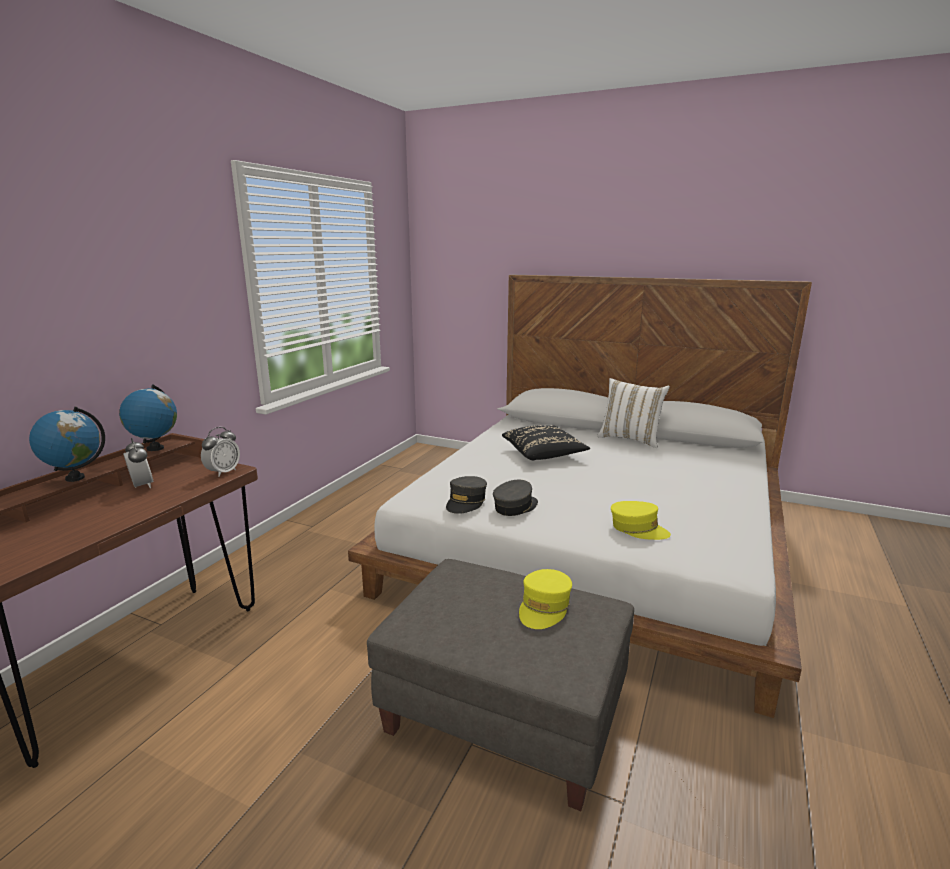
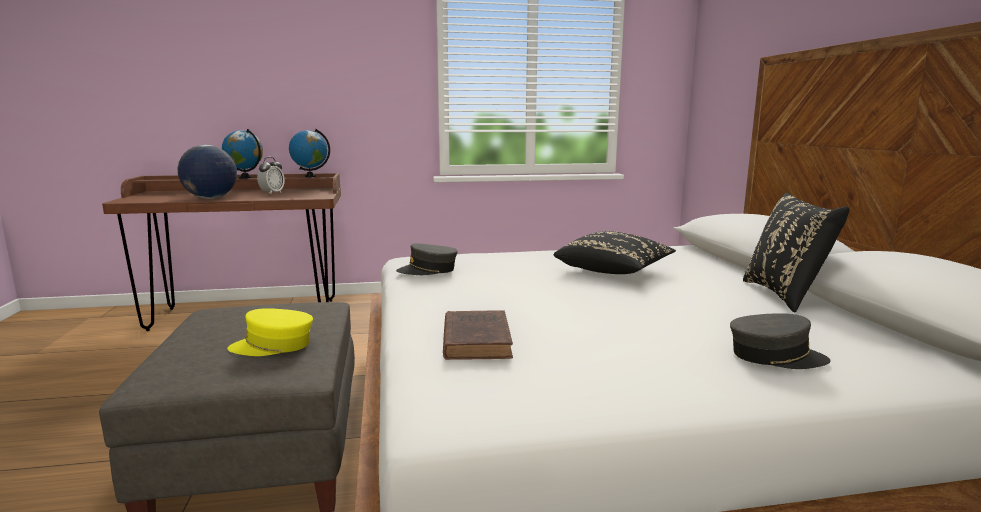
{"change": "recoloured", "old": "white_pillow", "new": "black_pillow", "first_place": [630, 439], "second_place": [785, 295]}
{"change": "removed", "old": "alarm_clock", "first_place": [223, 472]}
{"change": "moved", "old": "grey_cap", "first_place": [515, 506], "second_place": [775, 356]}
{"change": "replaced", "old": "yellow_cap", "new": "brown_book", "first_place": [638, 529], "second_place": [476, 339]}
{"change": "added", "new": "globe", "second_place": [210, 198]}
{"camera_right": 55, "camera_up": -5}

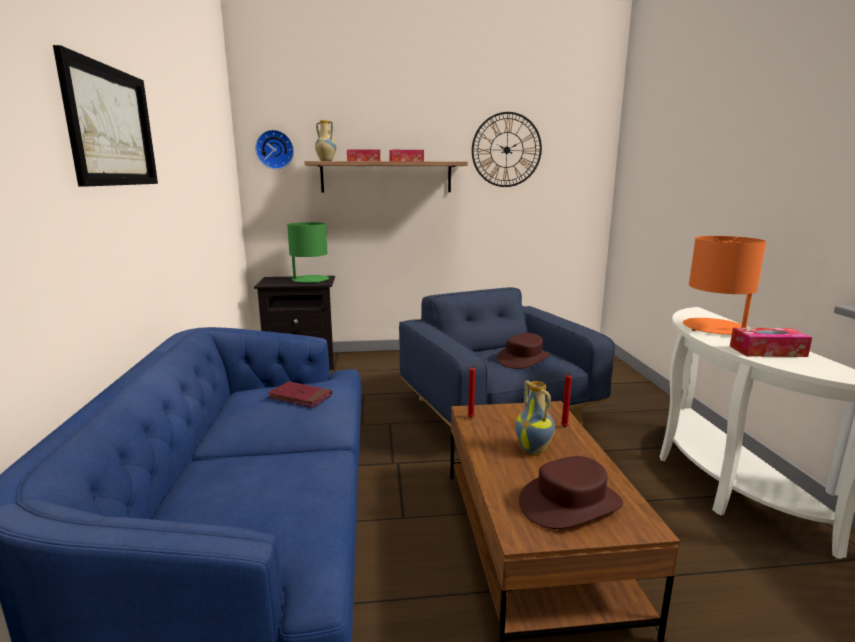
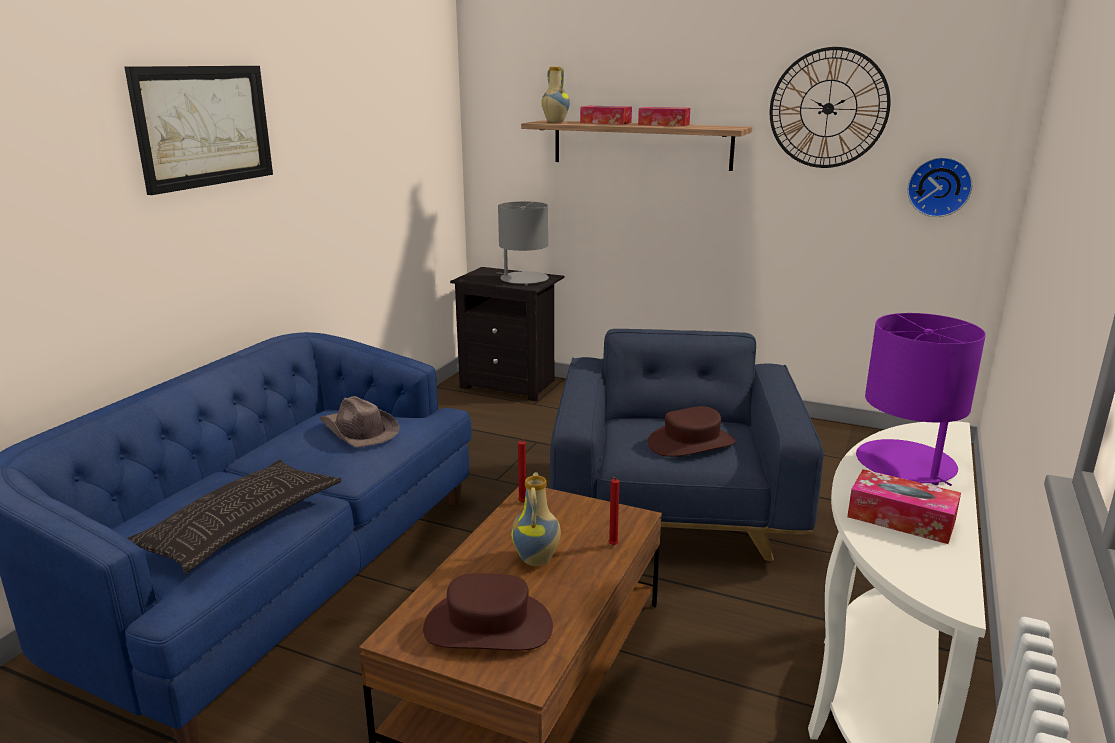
{"change": "moved", "old": "wall_clock", "first_place": [275, 149], "second_place": [939, 186]}
{"change": "recoloured", "old": "green_table_lamp", "new": "grey_table_lamp", "first_place": [310, 280], "second_place": [523, 279]}
{"change": "recoloured", "old": "orange_table_lamp", "new": "purple_table_lamp", "first_place": [715, 328], "second_place": [906, 464]}
{"change": "replaced", "old": "red_book", "new": "brown_hat", "first_place": [300, 397], "second_place": [358, 431]}
{"change": "added", "new": "pillow", "second_place": [241, 524]}
{"camera_right": 30, "camera_up": 5}

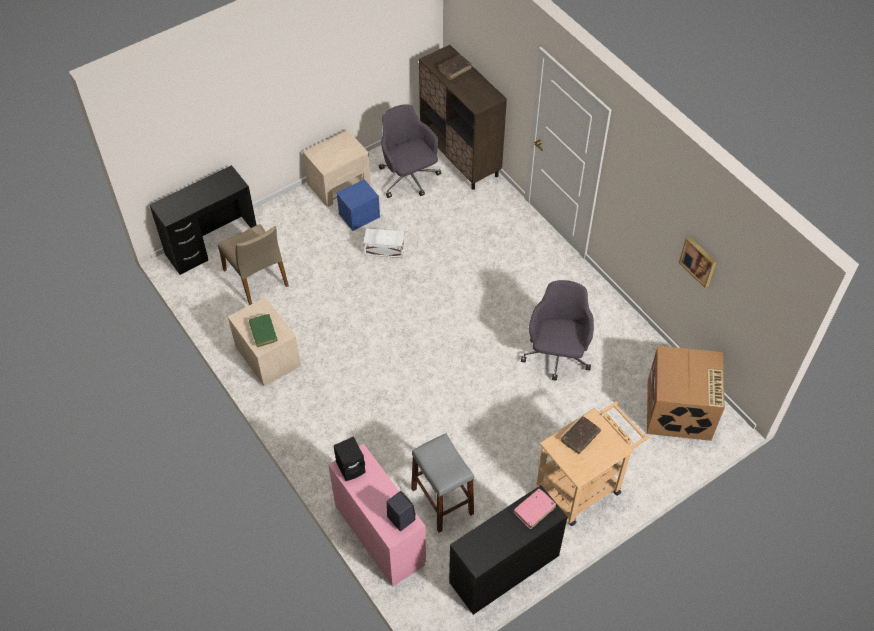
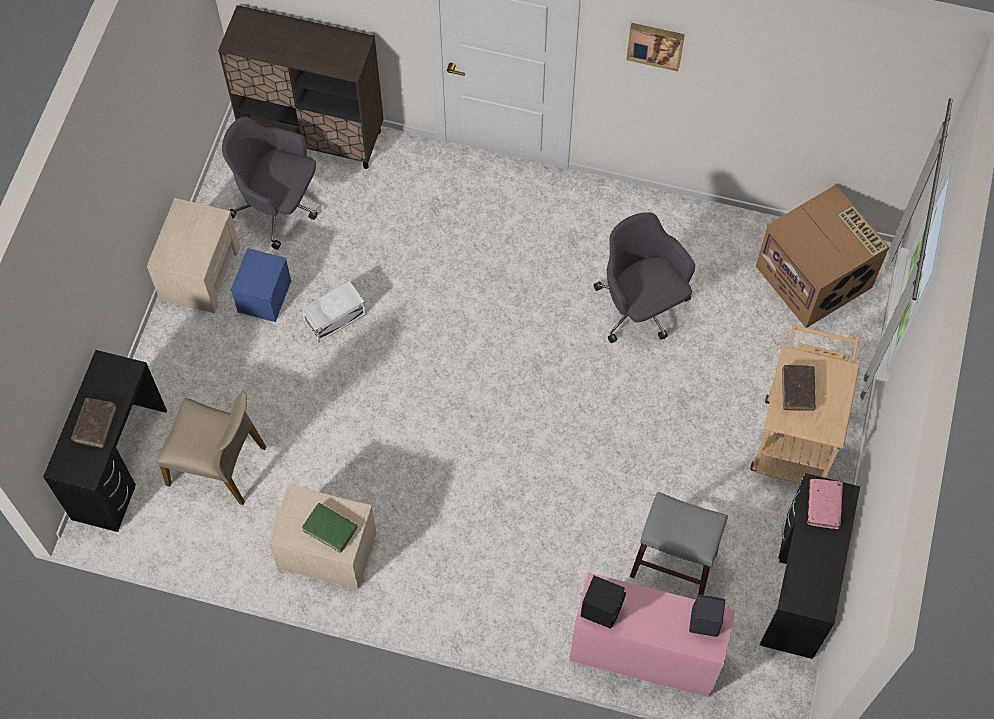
{"change": "moved", "old": "brown_book", "first_place": [454, 69], "second_place": [95, 424]}
{"change": "moved", "old": "picture", "first_place": [699, 261], "second_place": [655, 44]}
{"camera_right": -40, "camera_up": 10}

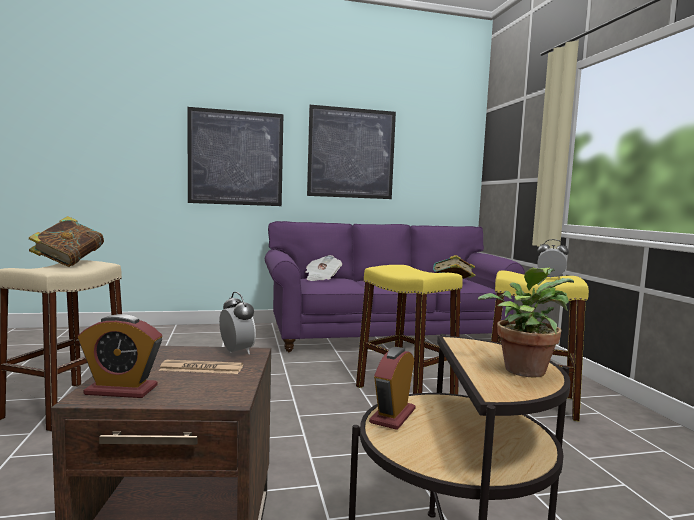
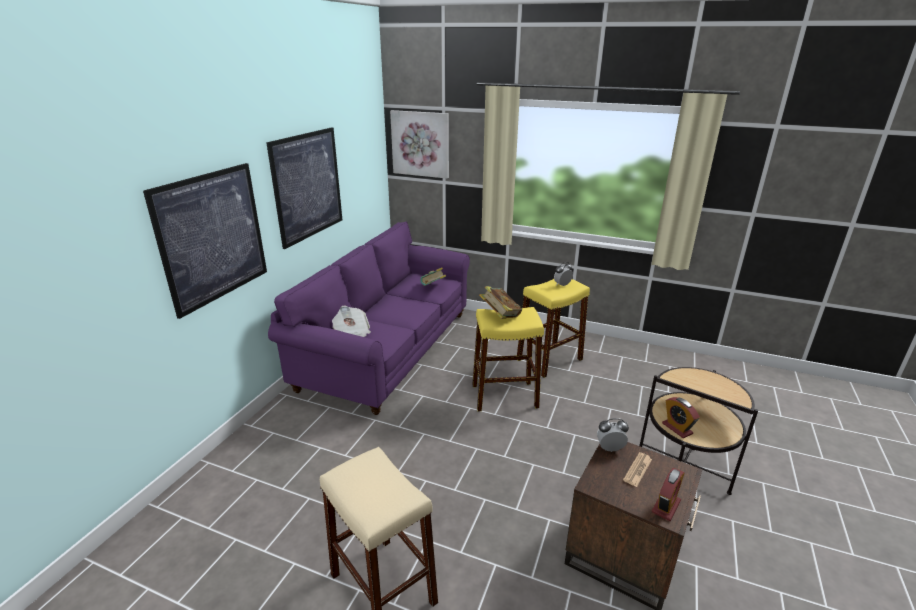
{"change": "moved", "old": "book", "first_place": [69, 263], "second_place": [500, 316]}
{"change": "removed", "old": "potted_plant", "first_place": [524, 368]}
{"change": "added", "new": "picture", "second_place": [420, 144]}
{"camera_right": -55, "camera_up": 20}

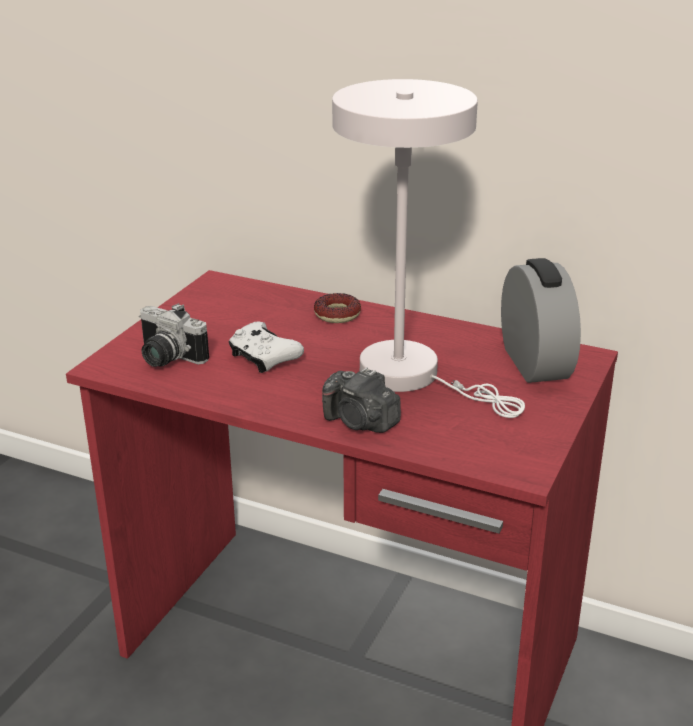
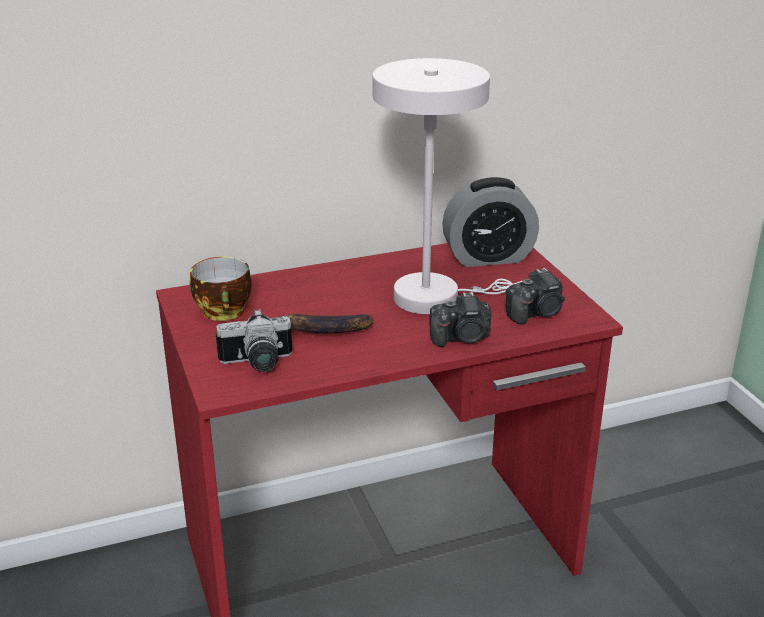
{"change": "turned", "old": "alarm_clock", "first_place": [534, 363], "second_place": [488, 257], "degrees": 135}
{"change": "removed", "old": "donut", "first_place": [337, 314]}
{"change": "replaced", "old": "white_game_controller", "new": "banana", "first_place": [263, 358], "second_place": [325, 330]}
{"change": "added", "new": "cup", "second_place": [225, 312]}
{"change": "added", "new": "photo_camera", "second_place": [536, 313]}
{"camera_right": -45, "camera_up": 0}

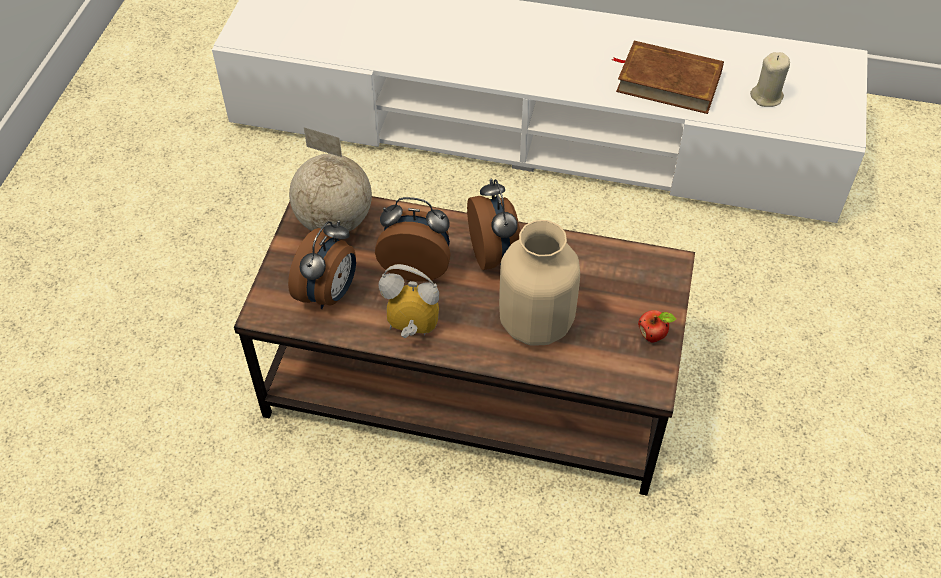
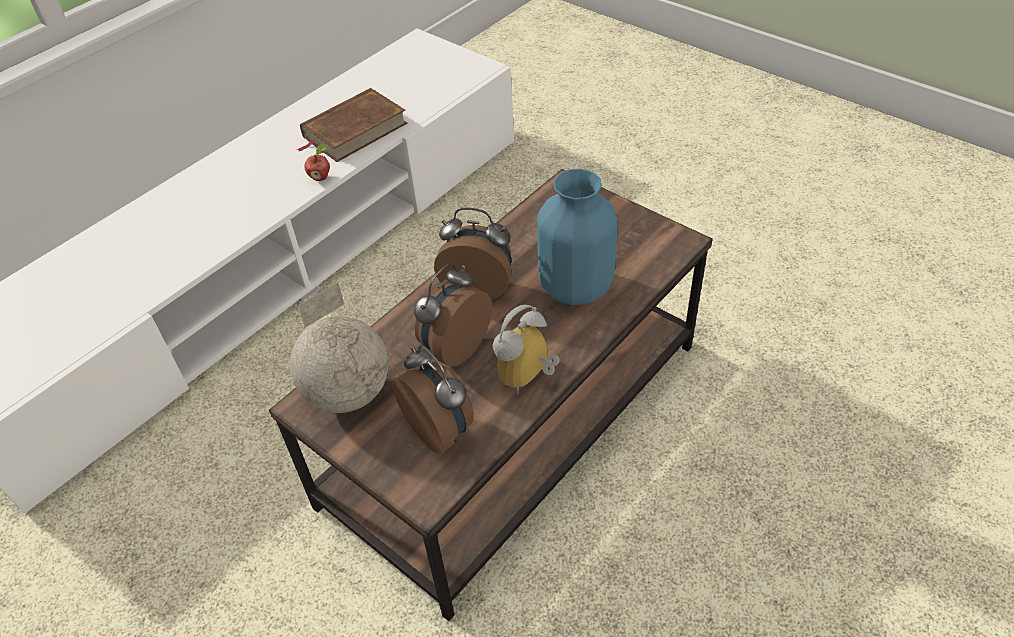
{"change": "removed", "old": "beige_candle", "first_place": [767, 97]}
{"change": "recoloured", "old": "beige_vase", "new": "blue_vase", "first_place": [535, 322], "second_place": [574, 287]}
{"change": "moved", "old": "apple", "first_place": [653, 336], "second_place": [321, 177]}
{"camera_right": -60, "camera_up": -5}

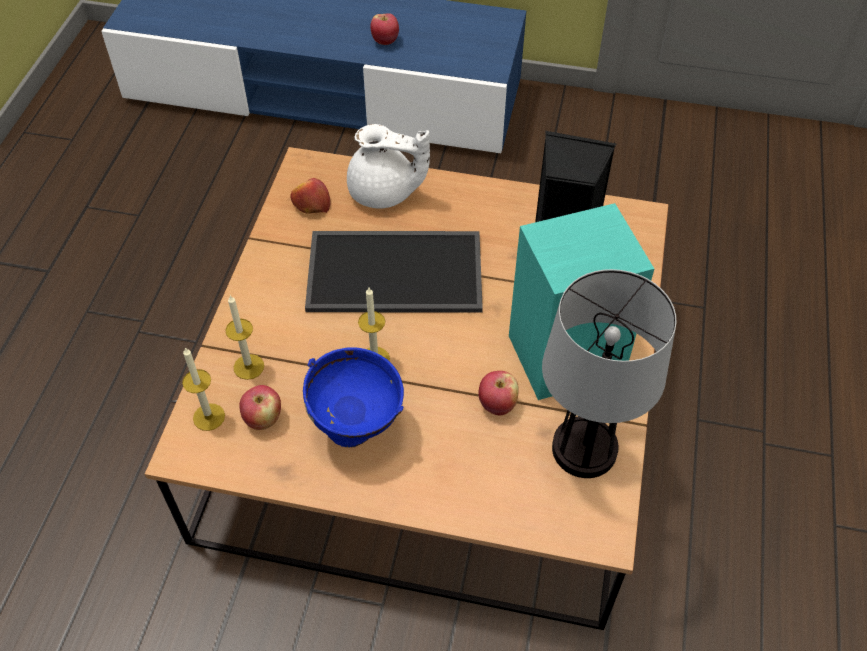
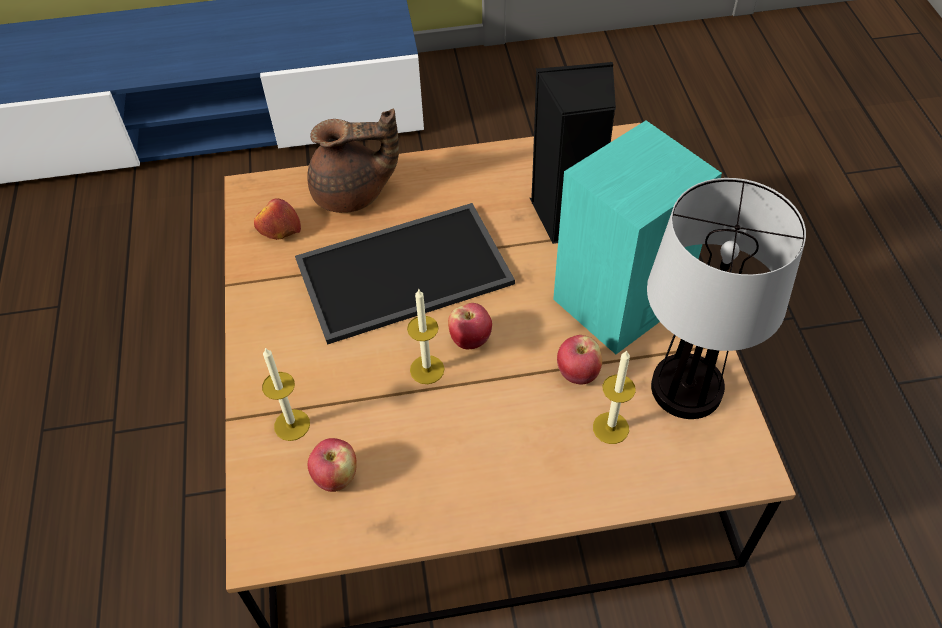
{"change": "moved", "old": "apple", "first_place": [385, 41], "second_place": [470, 339]}
{"change": "recoloured", "old": "white_teapot", "new": "brown_teapot", "first_place": [384, 193], "second_place": [353, 194]}
{"change": "moved", "old": "candle", "first_place": [209, 417], "second_place": [610, 428]}
{"change": "removed", "old": "blue_bowl", "first_place": [359, 431]}
{"camera_right": -20, "camera_up": 0}

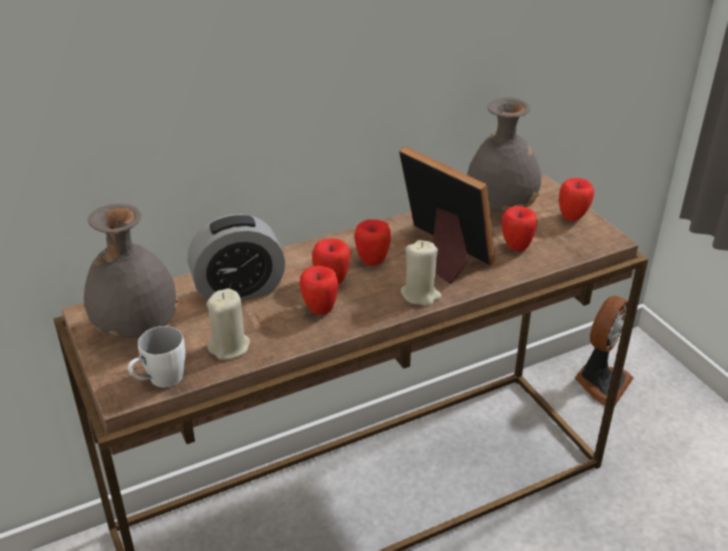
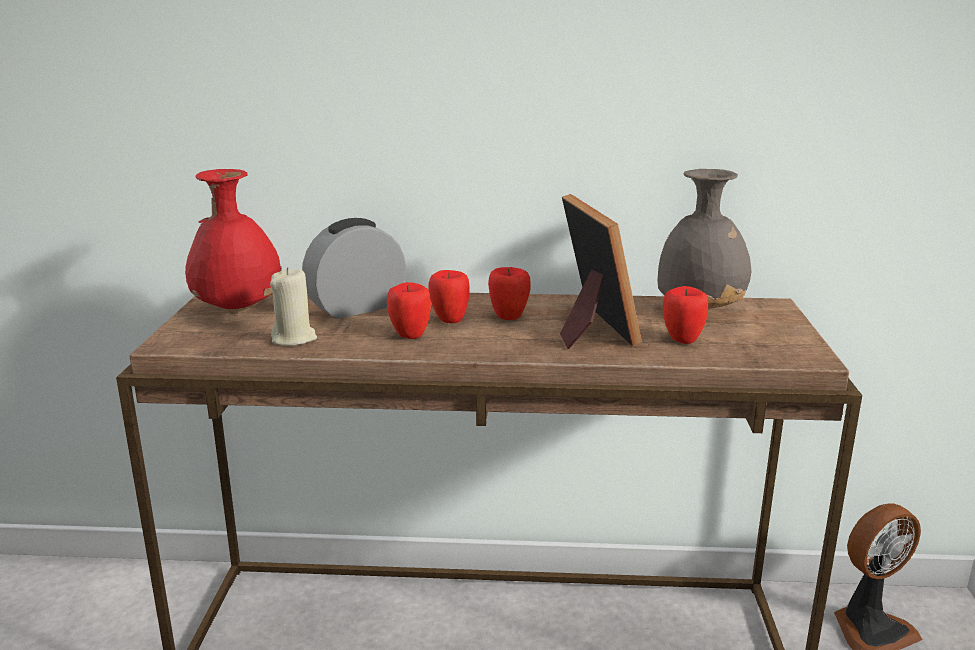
{"change": "removed", "old": "apple", "first_place": [572, 217]}
{"change": "recoloured", "old": "grey_vase", "new": "red_vase", "first_place": [136, 328], "second_place": [238, 310]}
{"change": "turned", "old": "alarm_clock", "first_place": [239, 290], "second_place": [356, 307], "degrees": 135}
{"change": "removed", "old": "beige_candle", "first_place": [420, 295]}
{"change": "removed", "old": "white_mug", "first_place": [159, 381]}
{"camera_right": 30, "camera_up": -15}

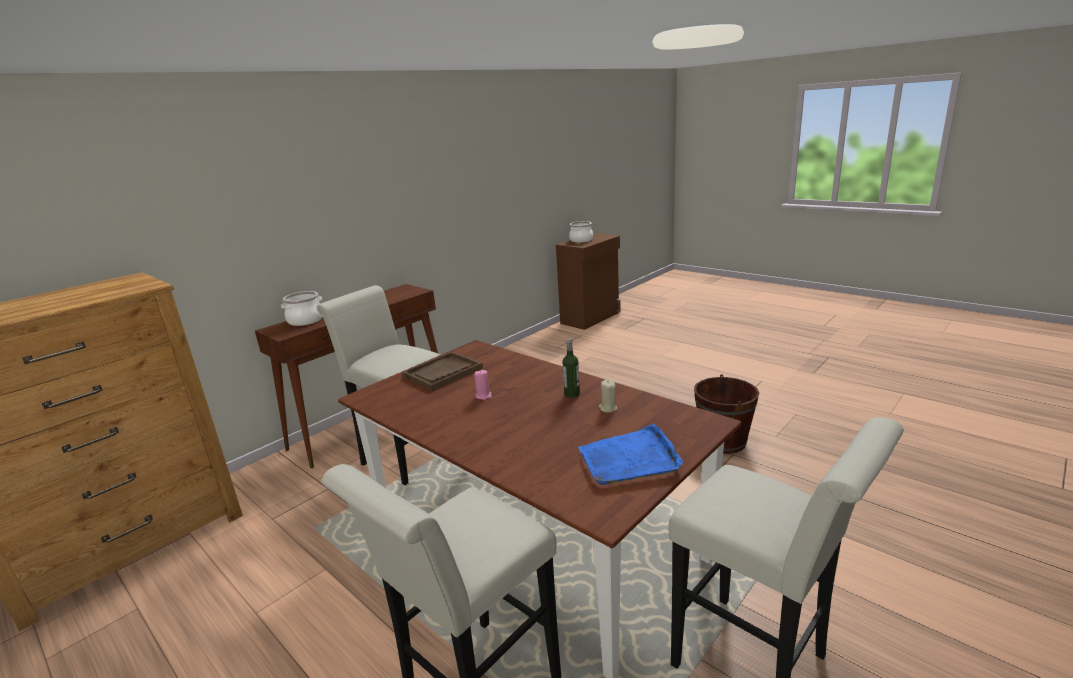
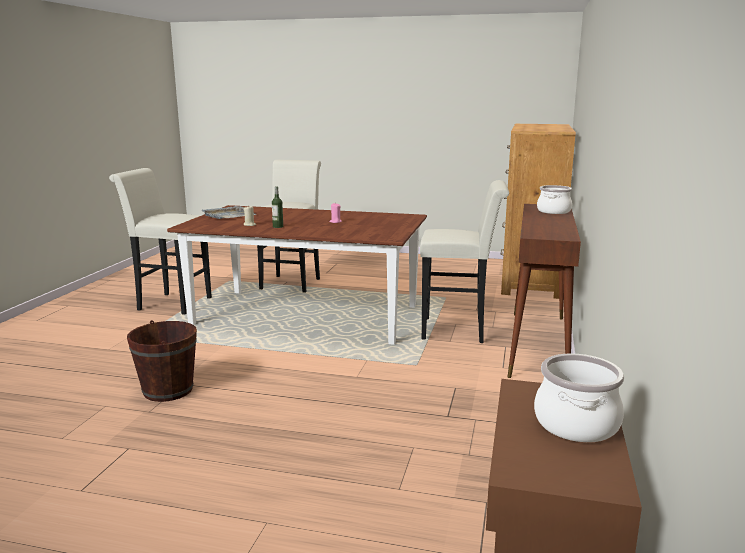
{"change": "removed", "old": "brown_tray", "first_place": [443, 373]}
{"change": "recoloured", "old": "blue_tray", "new": "grey_tray", "first_place": [629, 459], "second_place": [228, 215]}
{"camera_right": 150, "camera_up": -5}

